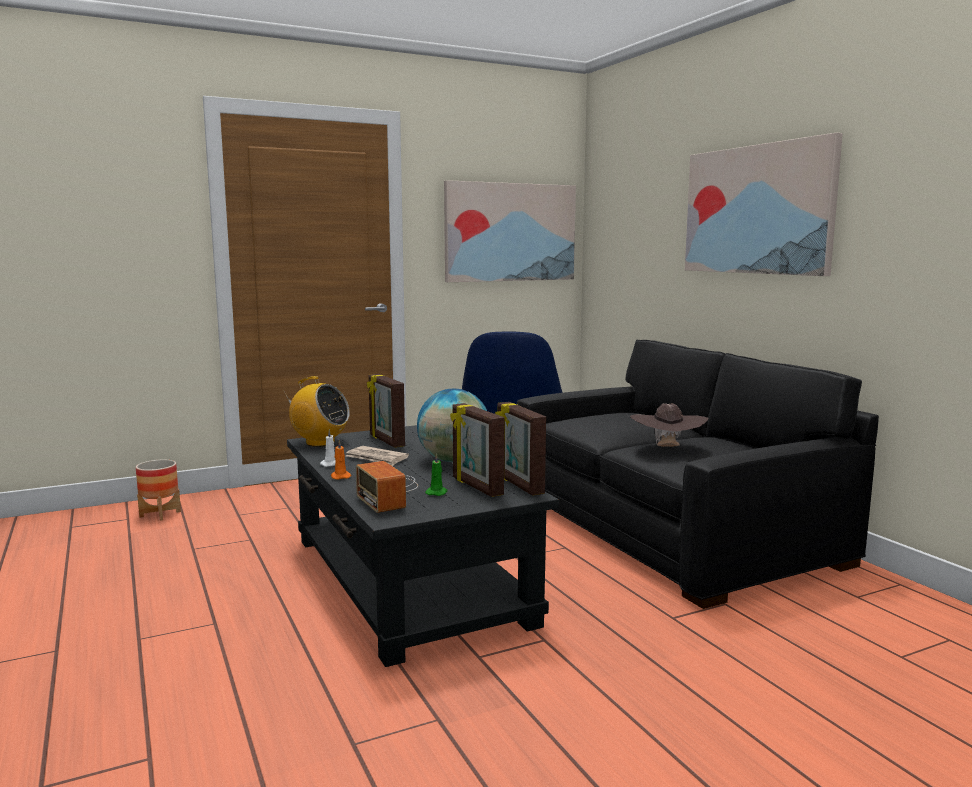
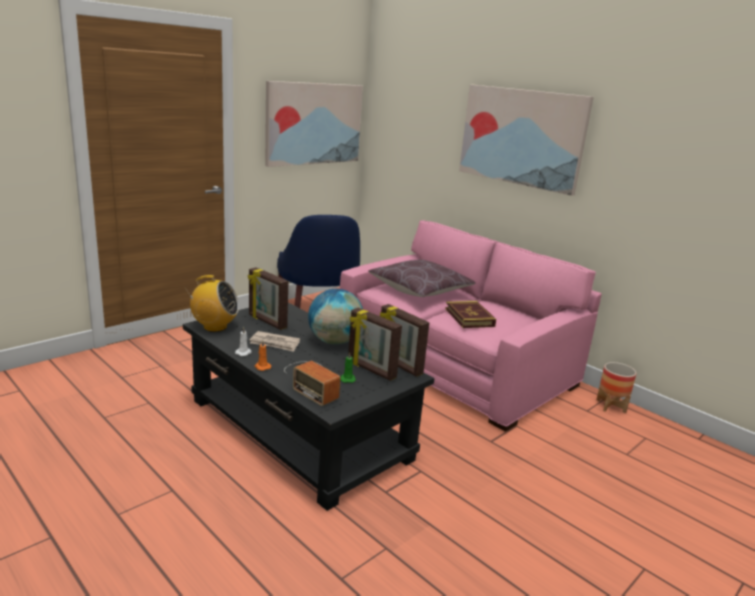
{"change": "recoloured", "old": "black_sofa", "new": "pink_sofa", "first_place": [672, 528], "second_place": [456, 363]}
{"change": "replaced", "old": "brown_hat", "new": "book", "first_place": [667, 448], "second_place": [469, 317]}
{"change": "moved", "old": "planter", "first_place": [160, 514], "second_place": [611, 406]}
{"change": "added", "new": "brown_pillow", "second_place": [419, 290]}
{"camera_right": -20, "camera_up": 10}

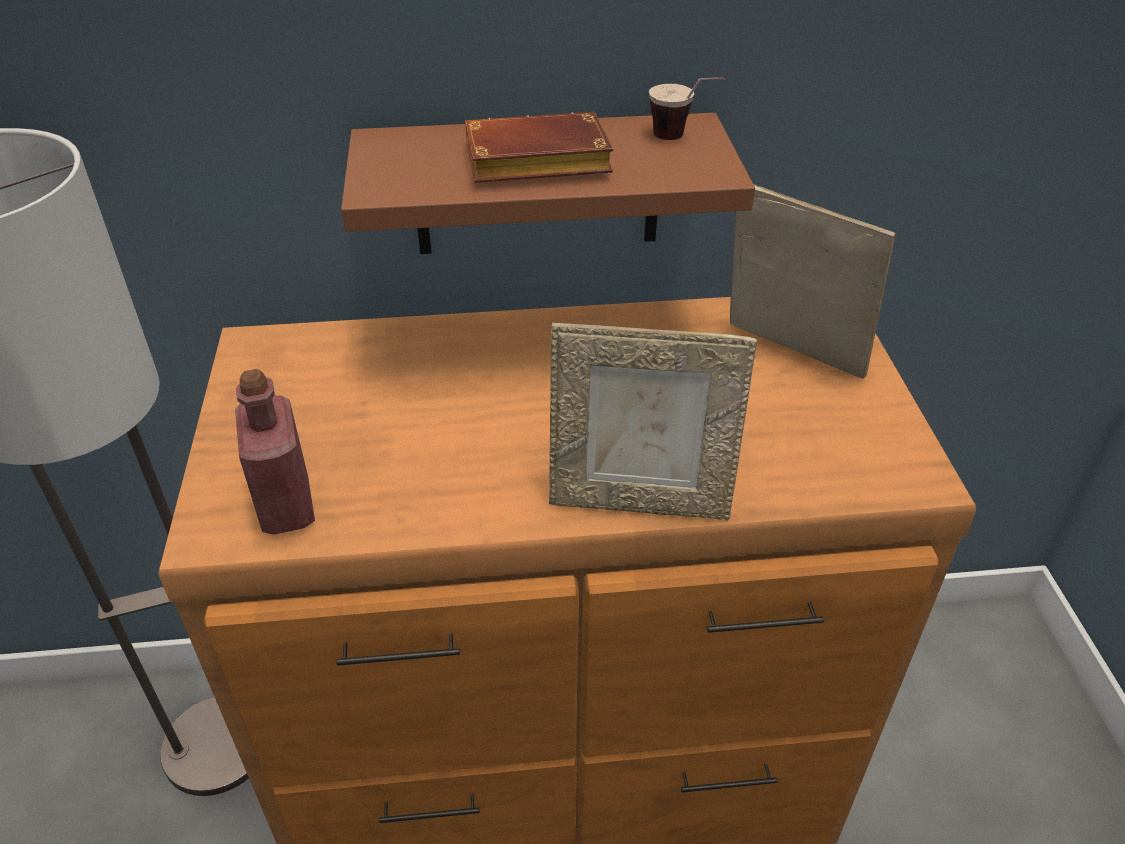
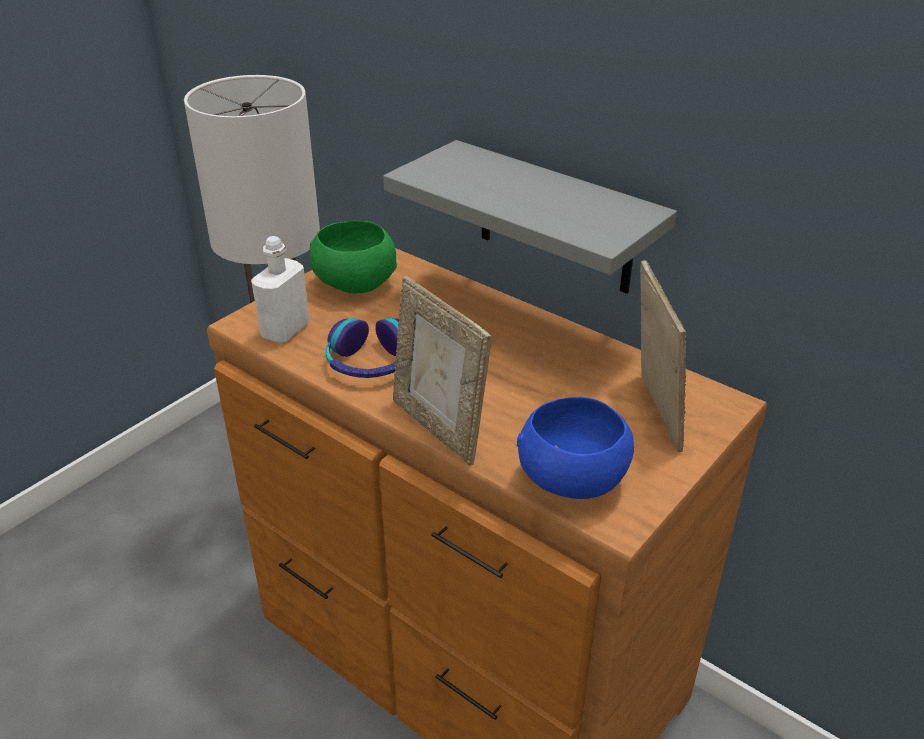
{"change": "removed", "old": "cup", "first_place": [683, 140]}
{"change": "removed", "old": "brown_book", "first_place": [533, 163]}
{"change": "recoloured", "old": "brown_shelf", "new": "grey_shelf", "first_place": [537, 185], "second_place": [555, 219]}
{"change": "recoloured", "old": "red_bottle", "new": "white_bottle", "first_place": [286, 506], "second_place": [285, 330]}
{"change": "added", "new": "green_bowl", "second_place": [354, 286]}
{"change": "added", "new": "headphones", "second_place": [370, 362]}
{"change": "added", "new": "blue_bowl", "second_place": [571, 482]}
{"camera_right": 45, "camera_up": -5}

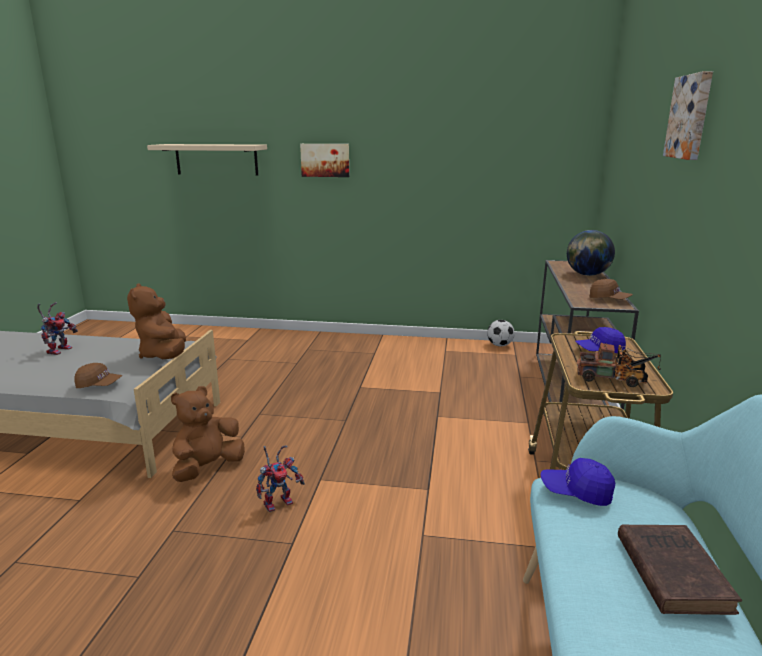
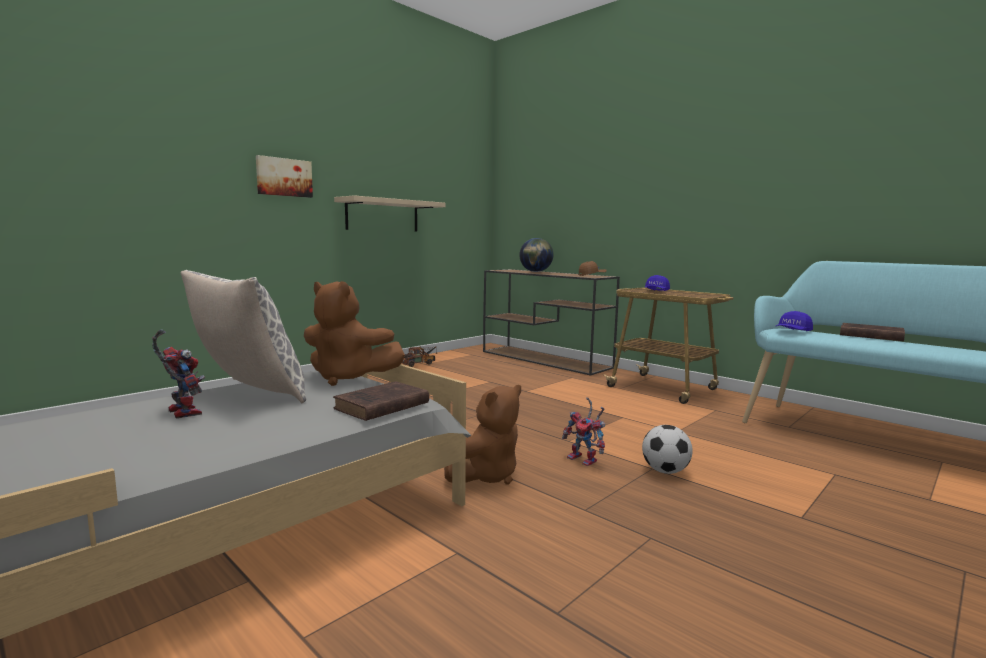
{"change": "removed", "old": "picture", "first_place": [691, 117]}
{"change": "moved", "old": "beige_shelf", "first_place": [216, 159], "second_place": [382, 215]}
{"change": "moved", "old": "football", "first_place": [499, 345], "second_place": [665, 471]}
{"change": "moved", "old": "toy_truck", "first_place": [615, 379], "second_place": [420, 364]}
{"change": "replaced", "old": "brown_cap", "new": "brown_book", "first_place": [99, 385], "second_place": [380, 406]}
{"change": "turned", "old": "brown_plush_toy", "first_place": [208, 468], "second_place": [486, 475], "degrees": -120}
{"change": "turned", "old": "toy_robot", "first_place": [279, 501], "second_place": [585, 460], "degrees": 135}
{"change": "added", "new": "pillow", "second_place": [249, 395]}
{"camera_right": -55, "camera_up": -10}

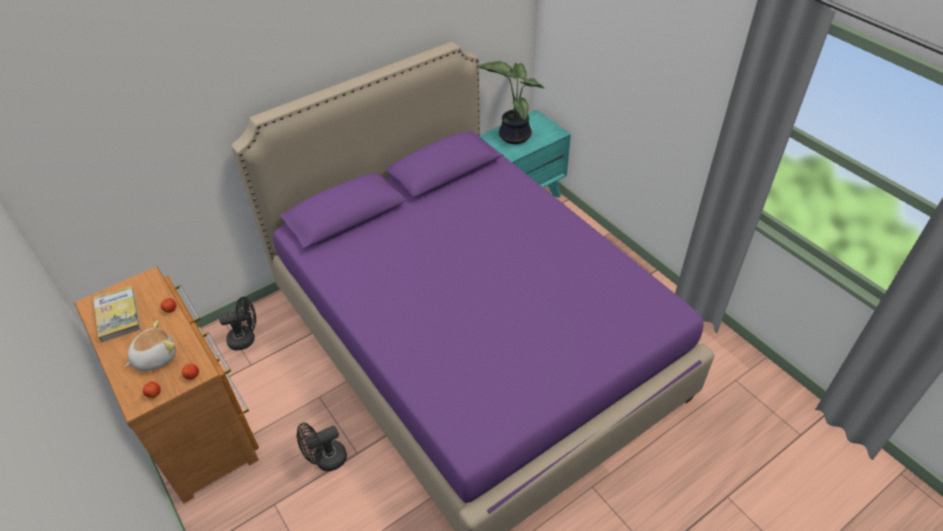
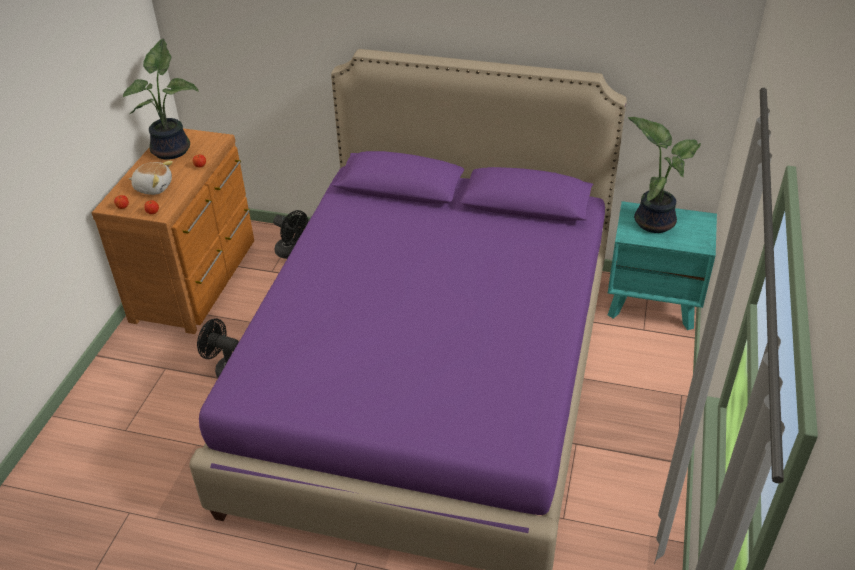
{"change": "replaced", "old": "book", "new": "potted_plant", "first_place": [118, 315], "second_place": [173, 149]}
{"camera_right": 50, "camera_up": -5}

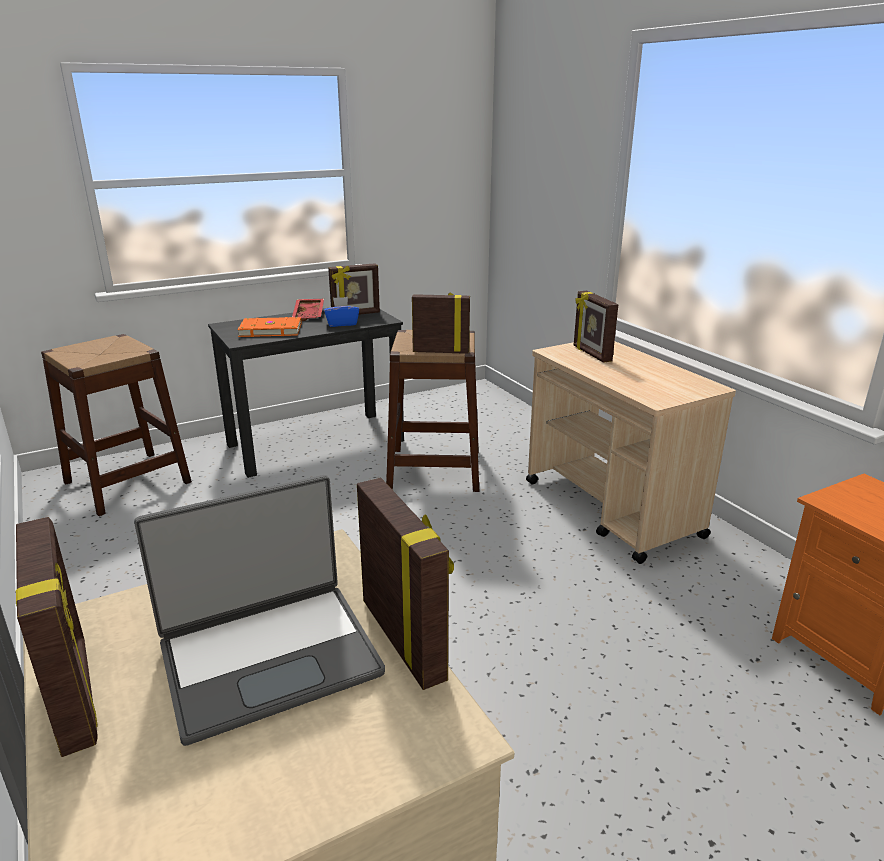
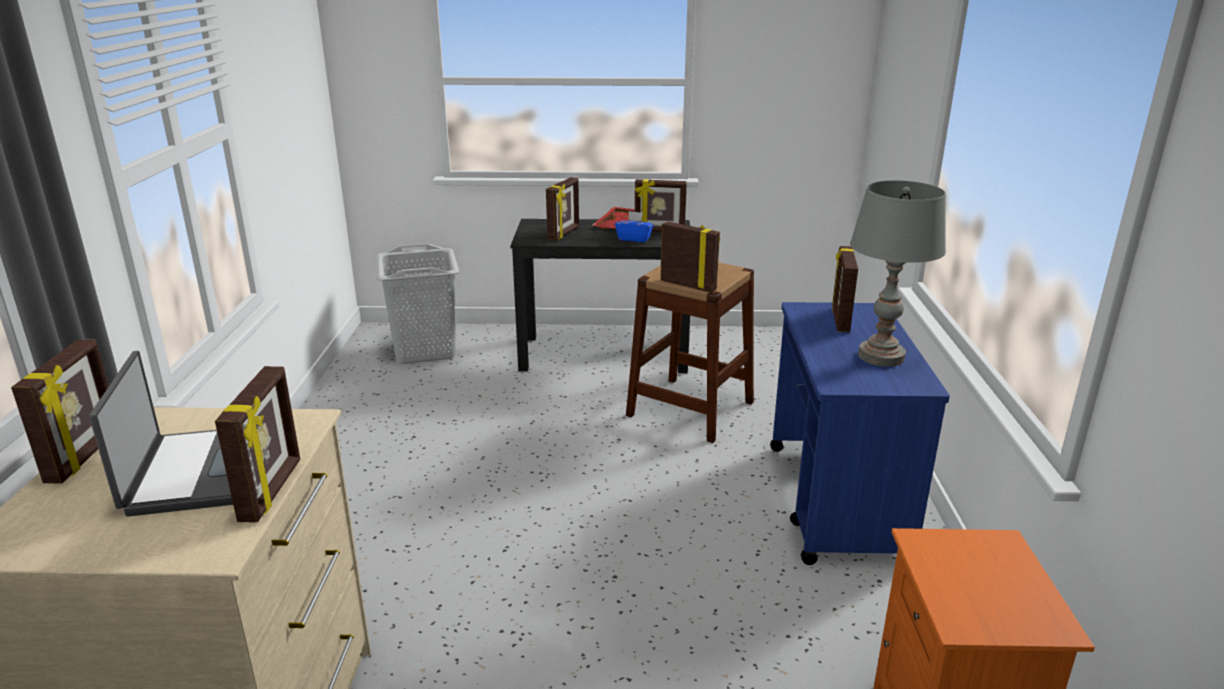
{"change": "replaced", "old": "orange_book", "new": "picture_frame", "first_place": [270, 330], "second_place": [564, 234]}
{"change": "replaced", "old": "brown_stool", "new": "grey_laundry_basket", "first_place": [127, 482], "second_place": [425, 350]}
{"change": "recoloured", "old": "beige_cart", "new": "blue_cart", "first_place": [612, 509], "second_place": [836, 502]}
{"change": "turned", "old": "laptop", "first_place": [269, 657], "second_place": [191, 472], "degrees": -105}
{"change": "added", "new": "grey_table_lamp", "second_place": [881, 356]}
{"camera_right": 30, "camera_up": 0}

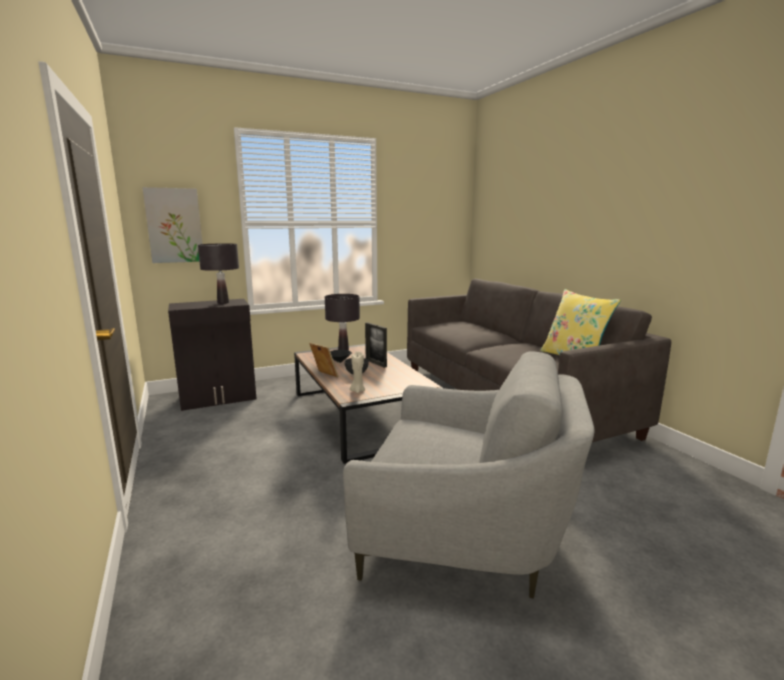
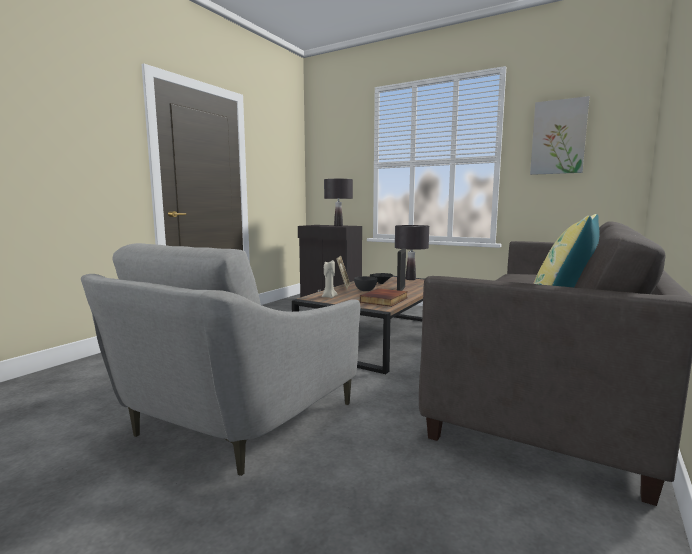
{"change": "moved", "old": "picture", "first_place": [174, 225], "second_place": [558, 137]}
{"change": "turned", "old": "grey_armchair", "first_place": [464, 534], "second_place": [235, 419], "degrees": 45}
{"change": "added", "new": "book", "second_place": [385, 300]}
{"camera_right": 55, "camera_up": -5}

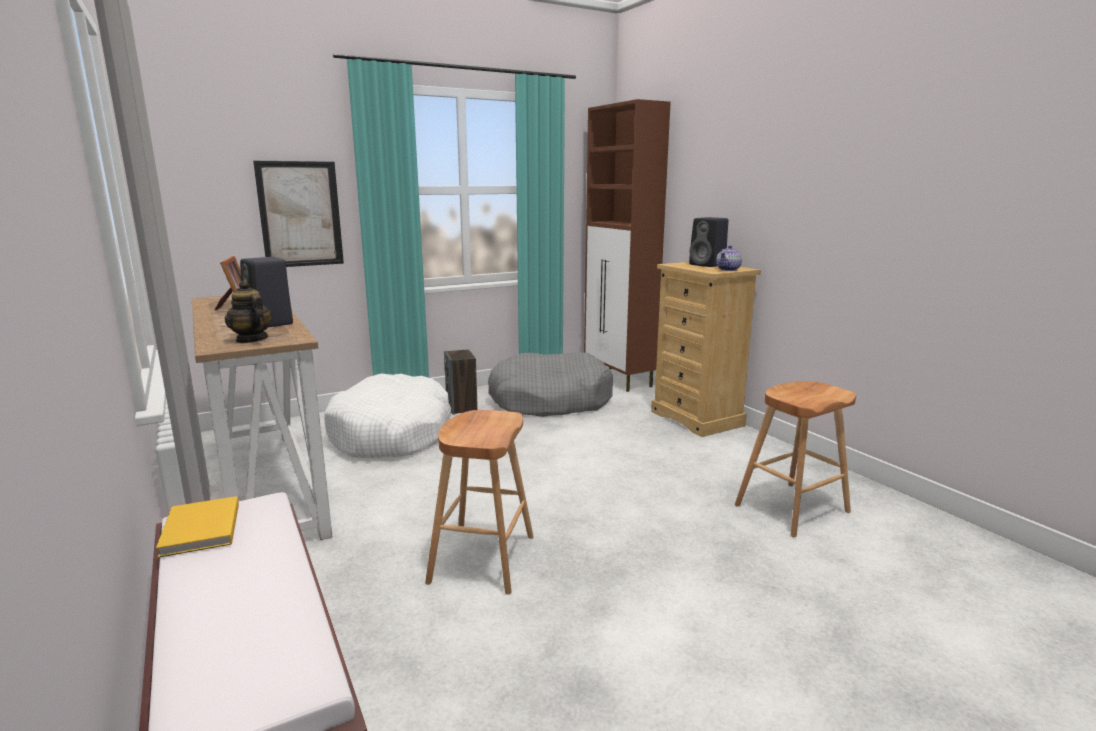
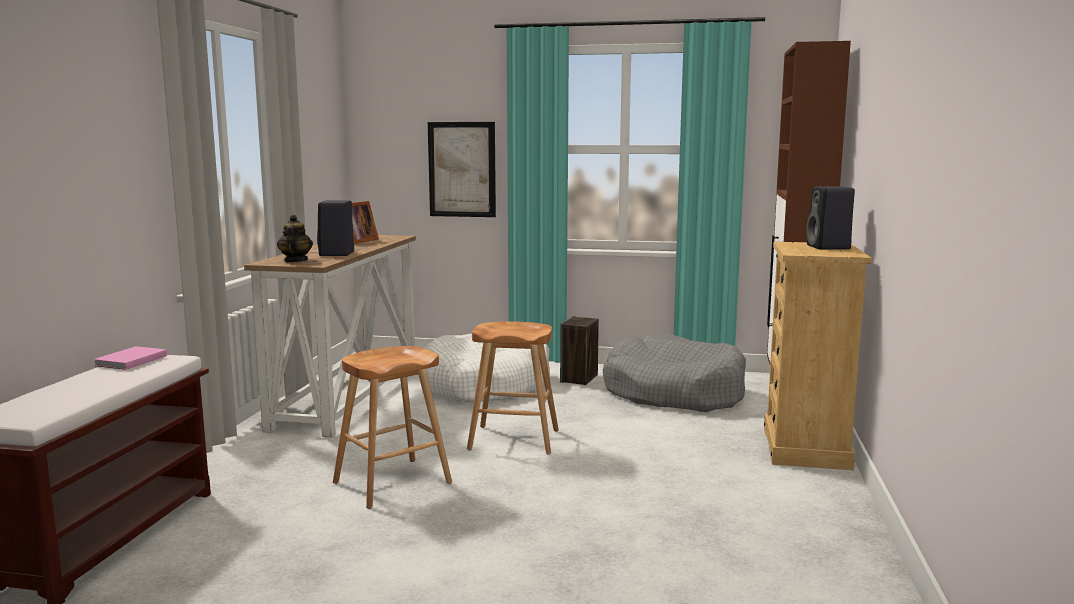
{"change": "removed", "old": "teapot", "first_place": [728, 269]}
{"change": "moved", "old": "brown_stool", "first_place": [791, 509], "second_place": [513, 440]}
{"change": "recoloured", "old": "yellow_book", "new": "pink_book", "first_place": [199, 531], "second_place": [129, 361]}
{"camera_right": 40, "camera_up": -5}

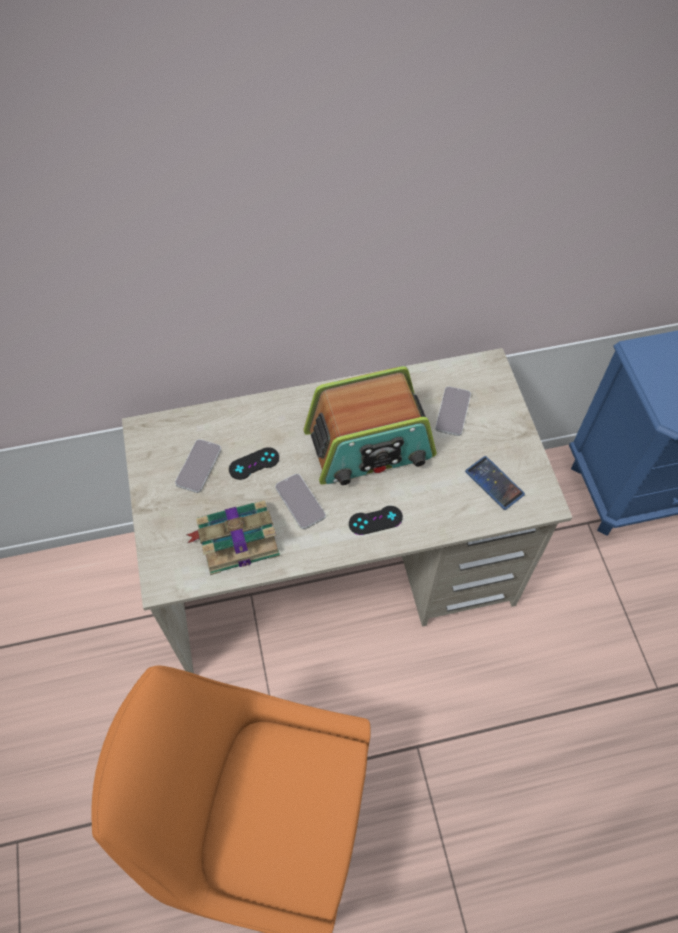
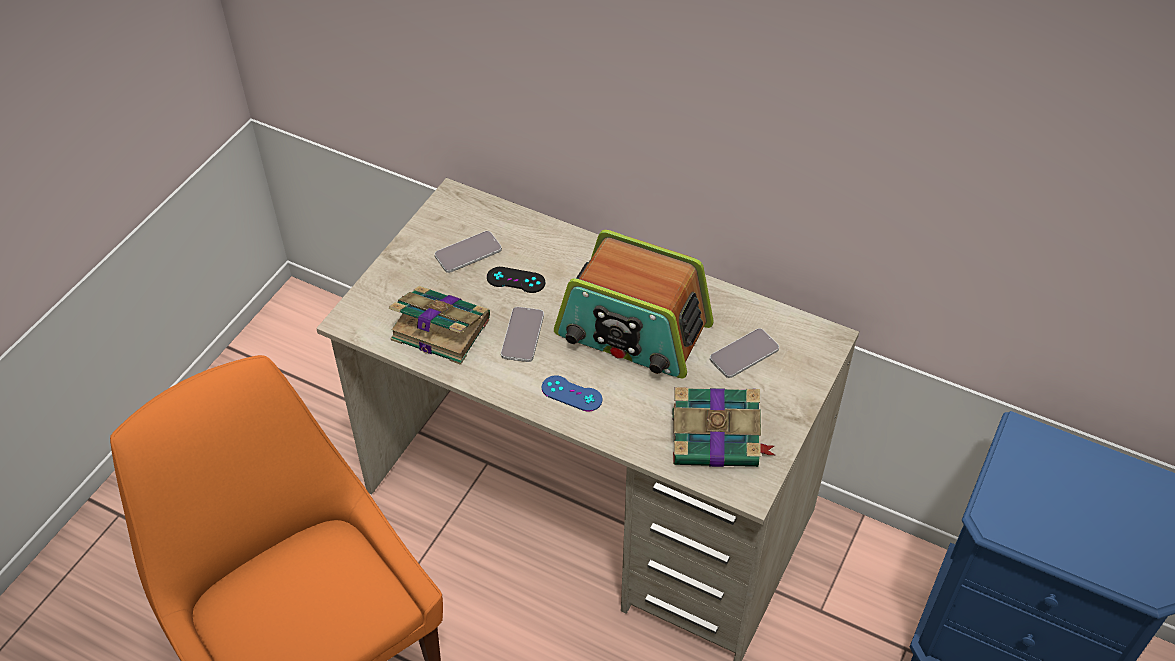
{"change": "replaced", "old": "phone", "new": "book", "first_place": [494, 483], "second_place": [717, 439]}
{"change": "recoloured", "old": "black_game_controller", "new": "blue_game_controller", "first_place": [375, 520], "second_place": [571, 394]}
{"camera_right": 40, "camera_up": -10}

